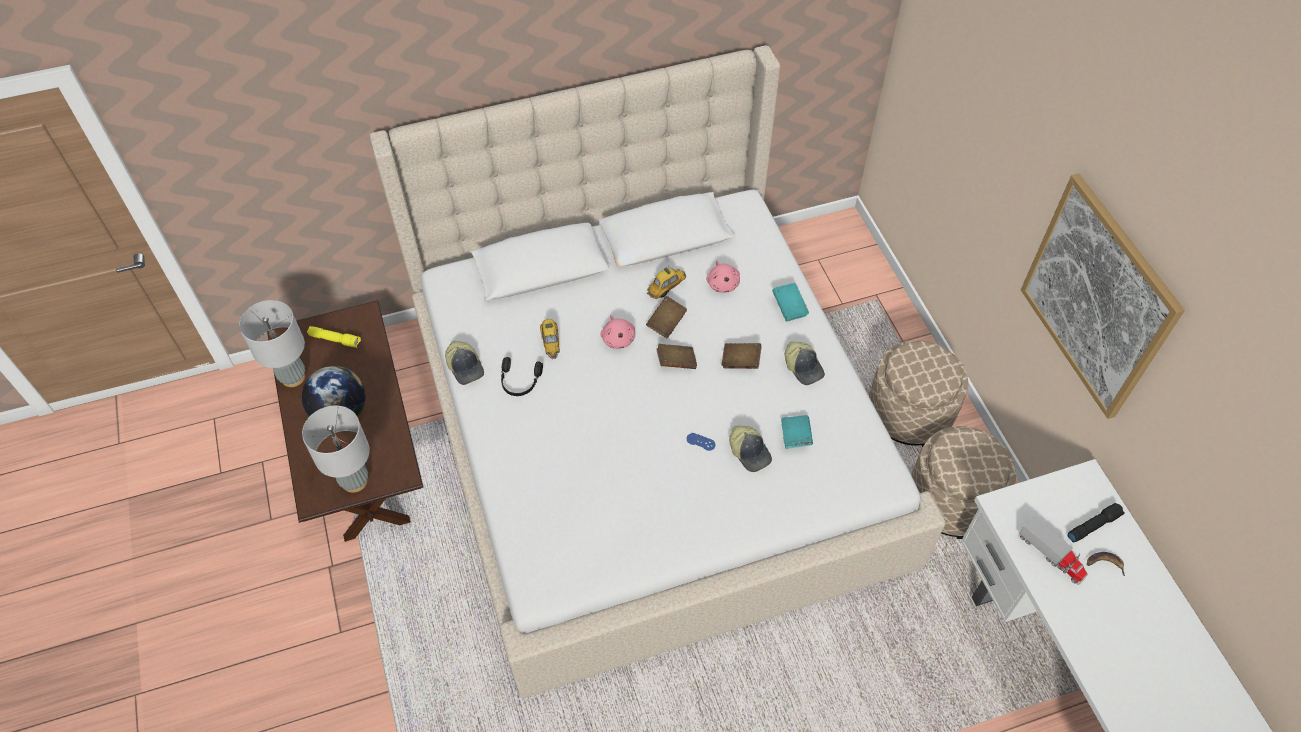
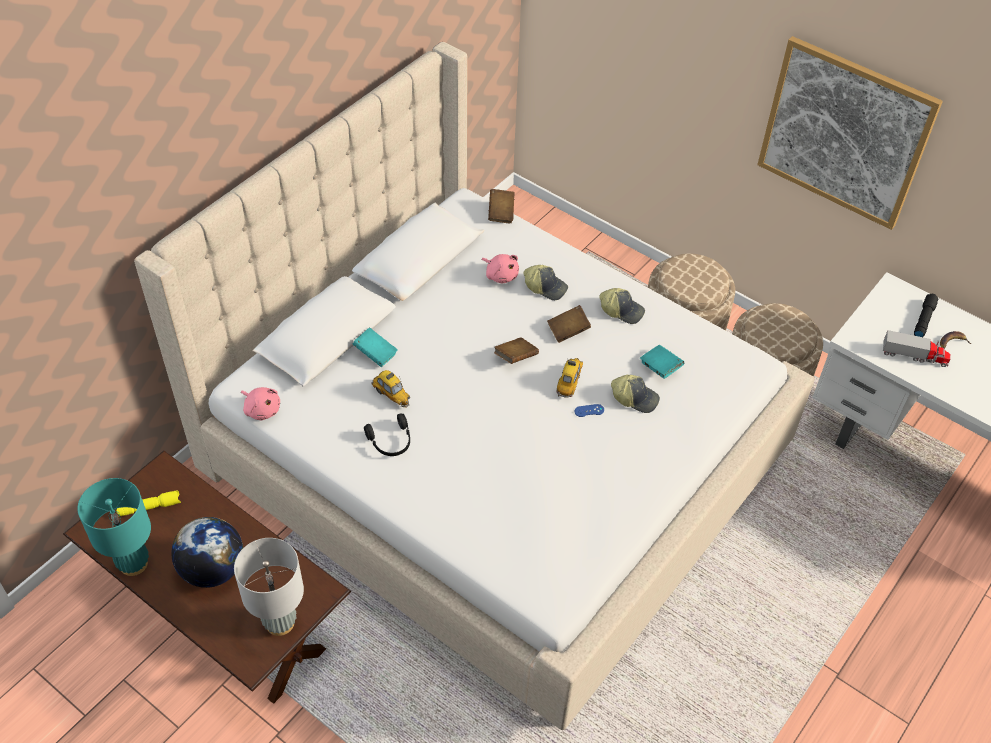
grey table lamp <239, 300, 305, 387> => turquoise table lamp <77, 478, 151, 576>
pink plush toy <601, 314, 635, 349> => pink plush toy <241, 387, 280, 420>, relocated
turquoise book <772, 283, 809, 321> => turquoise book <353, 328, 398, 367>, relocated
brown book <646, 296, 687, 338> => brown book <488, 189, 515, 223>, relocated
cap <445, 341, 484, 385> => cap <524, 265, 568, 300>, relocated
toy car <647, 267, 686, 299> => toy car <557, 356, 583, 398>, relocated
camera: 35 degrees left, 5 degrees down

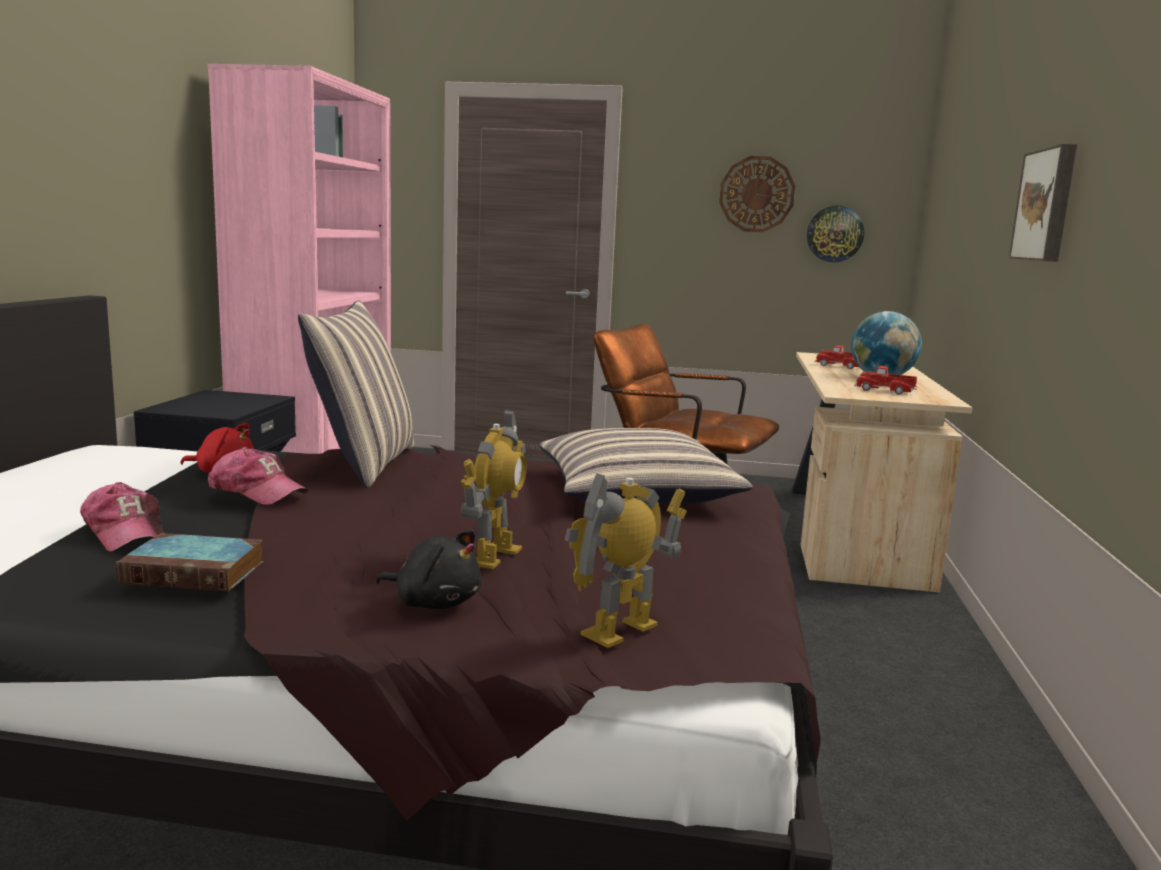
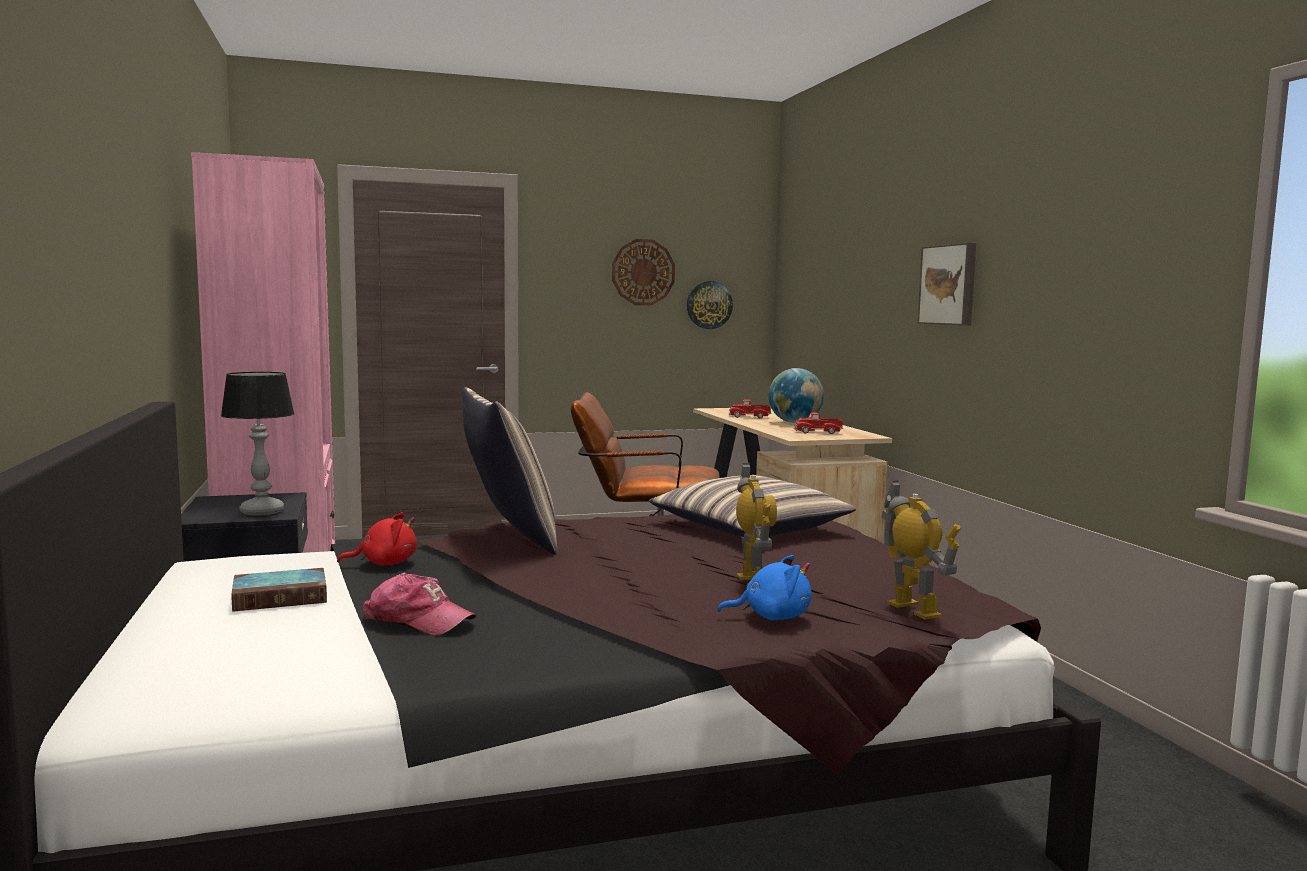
nothing => table lamp <221, 372, 295, 516>
book <116, 533, 263, 592> => book <231, 568, 327, 612>, relocated
black plush toy <375, 530, 482, 609> => blue plush toy <717, 555, 812, 620>
toy robot <565, 473, 687, 648> => toy robot <882, 480, 961, 620>, 135 degrees clockwise
cap <208, 447, 308, 505> => nothing
camera: 25 degrees left, 5 degrees down

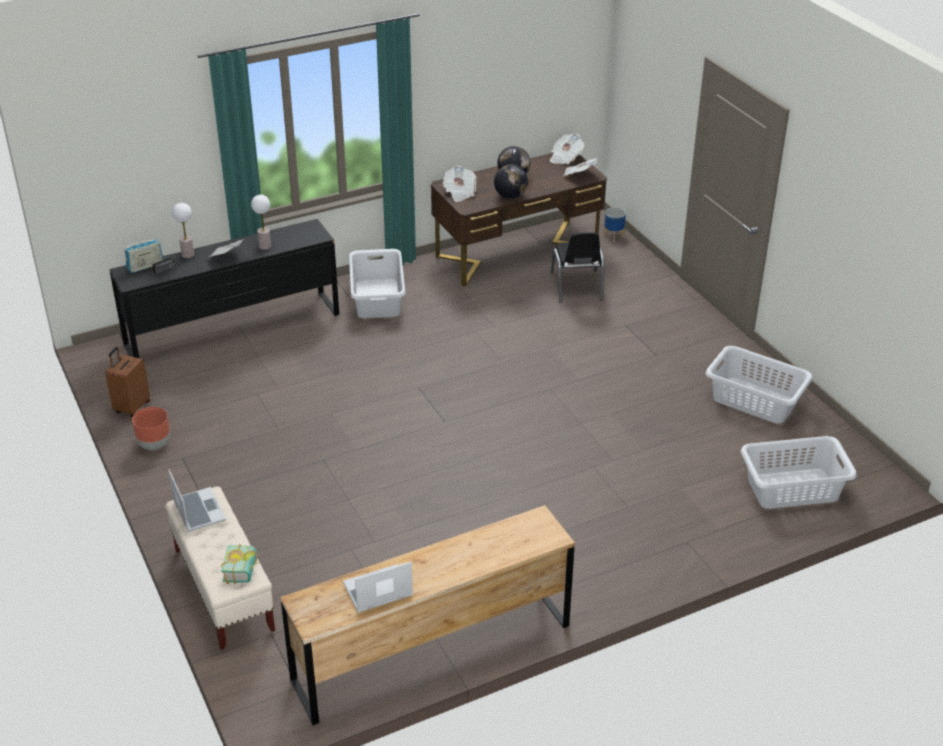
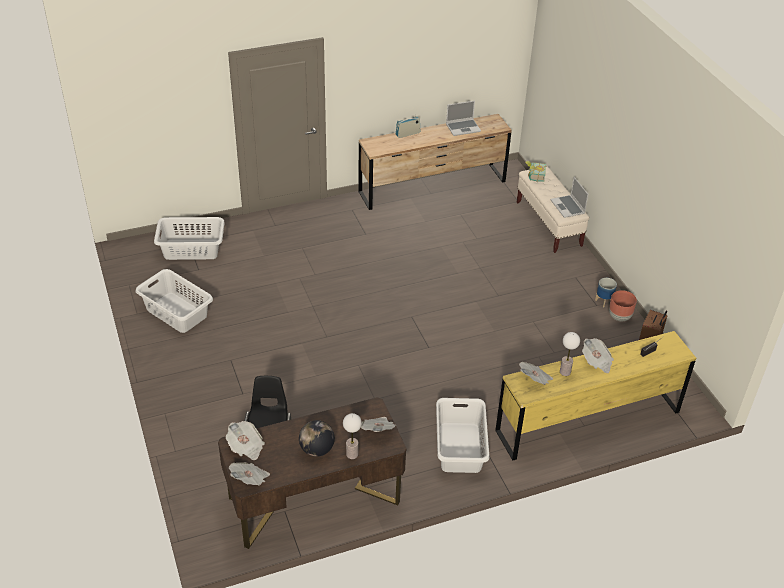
table lamp <172, 203, 194, 258> => table lamp <343, 413, 362, 459>, relocated
radio <125, 240, 164, 273> => radio <396, 114, 420, 138>, relocated
black dresser <109, 219, 339, 358> => yellow dresser <495, 331, 696, 461>
nothing => newspaper <519, 362, 553, 385>
planter <604, 207, 626, 242> => planter <595, 278, 617, 307>, relocated
globe <494, 164, 528, 199> => nothing
camera: 175 degrees left, 5 degrees up

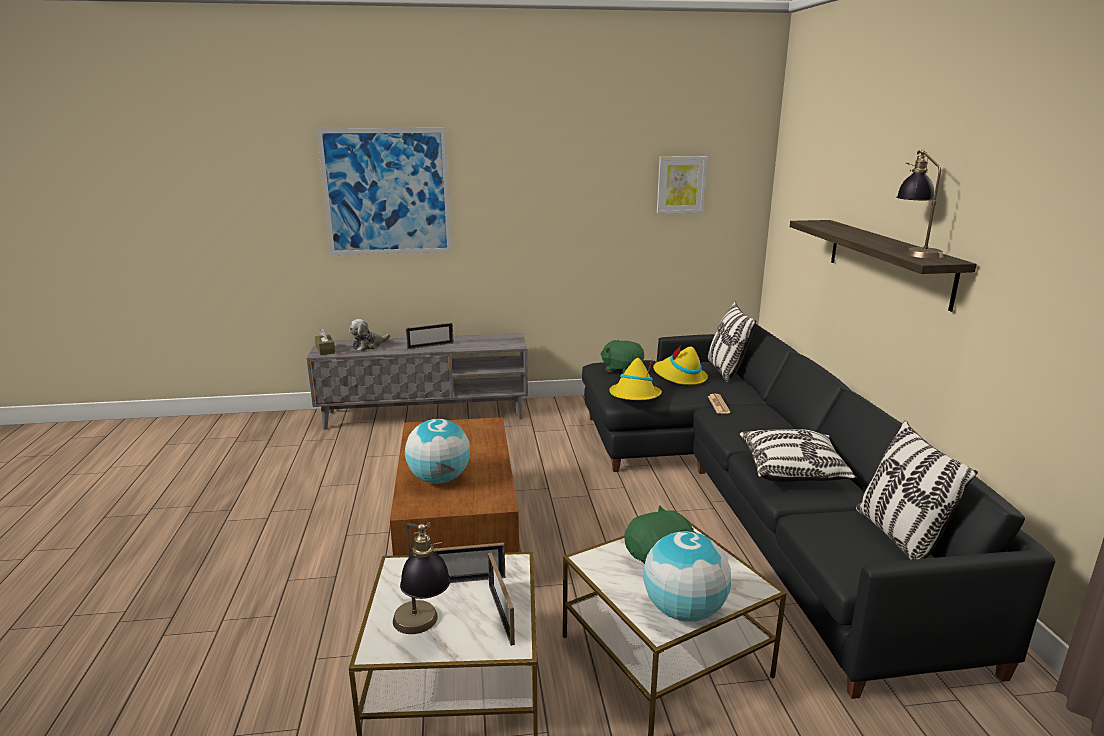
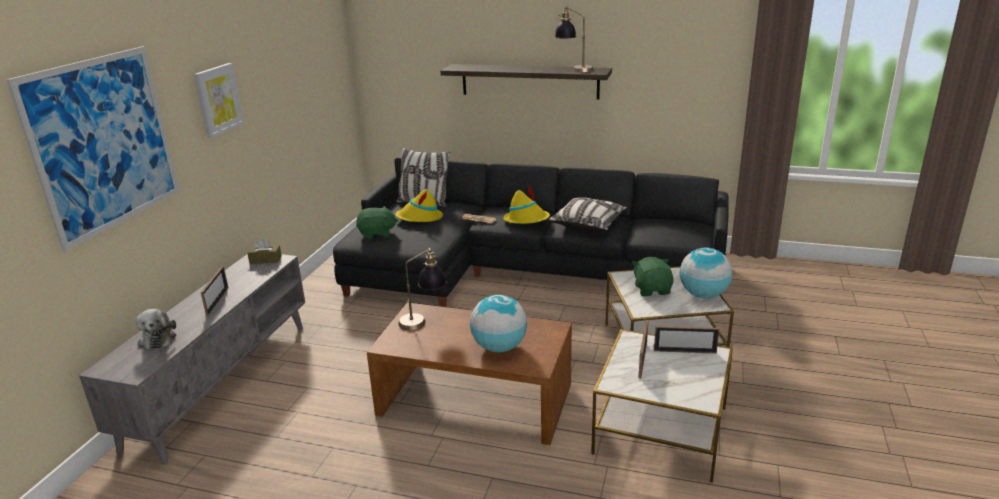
picture <657, 156, 707, 214> => picture <194, 63, 244, 138>, relocated
brown tissue box <315, 328, 335, 355> => brown tissue box <247, 238, 282, 264>, relocated
green plush toy <600, 339, 644, 374> => green plush toy <356, 206, 398, 239>, 150 degrees counterclockwise
table lamp <393, 522, 451, 634> => table lamp <398, 248, 447, 330>, relocated
yellow hat <610, 357, 662, 400> => yellow hat <503, 185, 550, 224>, relocated
pillow <856, 421, 978, 560> => nothing
camera: 65 degrees left, 5 degrees up

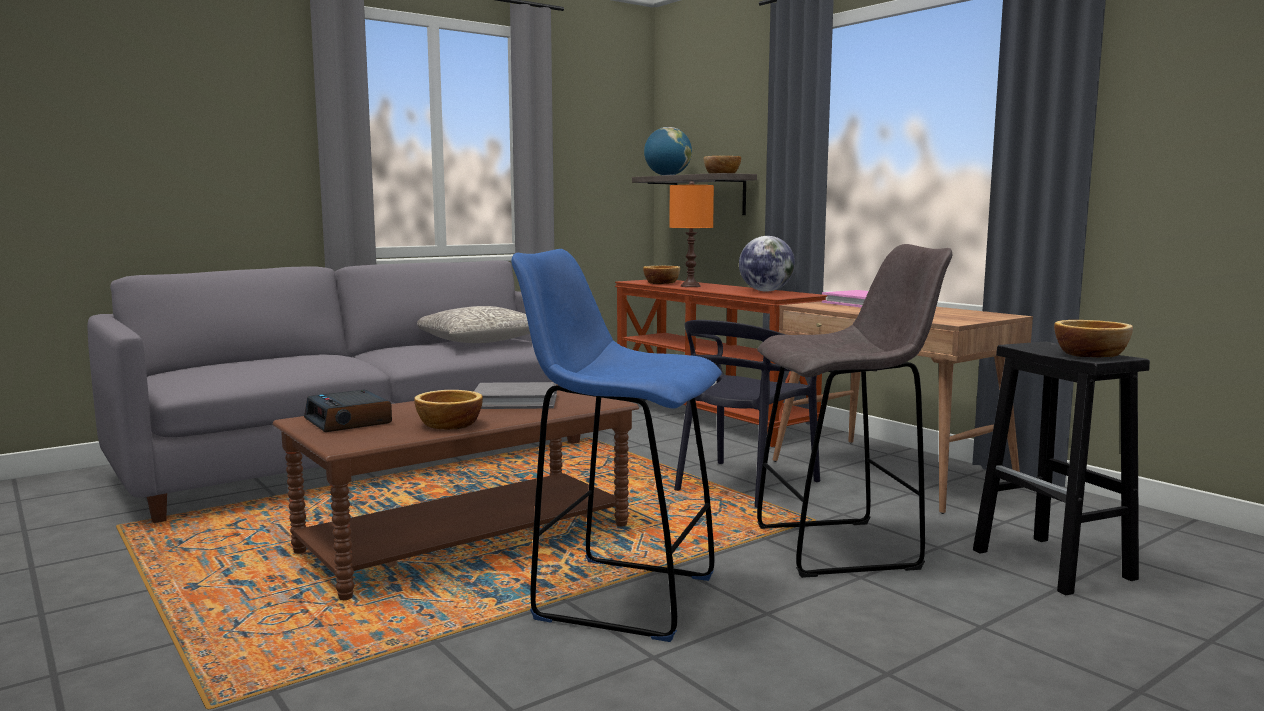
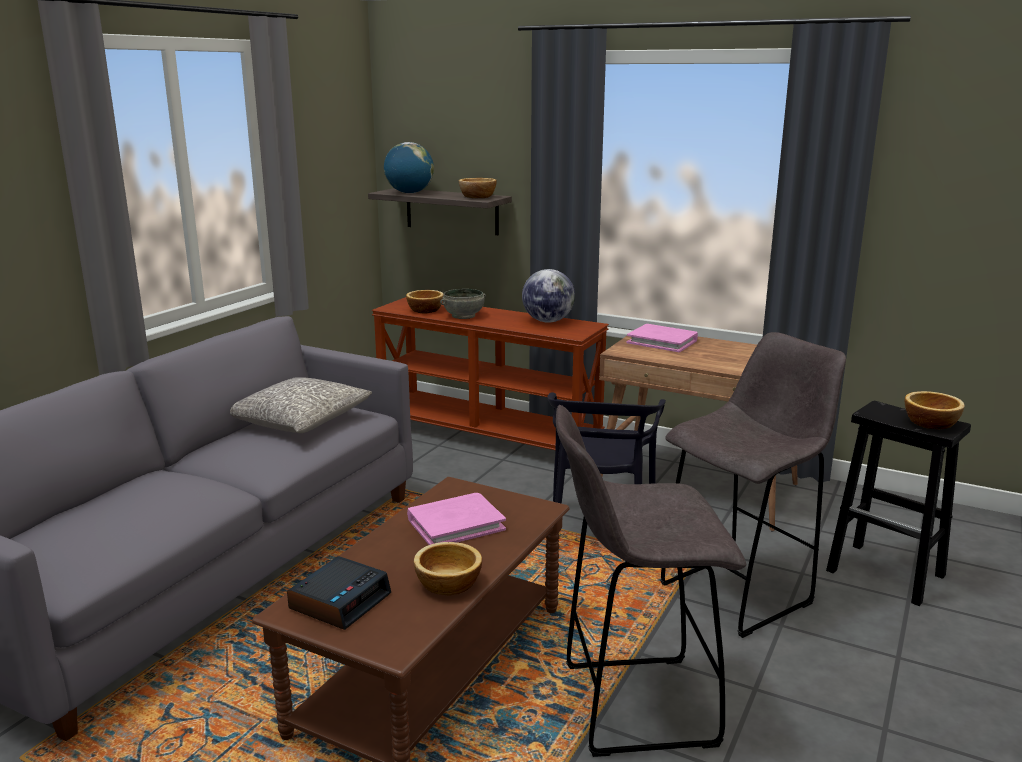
alarm clock <304, 390, 392, 432> => alarm clock <287, 556, 391, 630>, 90 degrees counterclockwise
grey book <474, 382, 557, 409> => pink book <407, 493, 506, 545>
orange table lamp <669, 181, 714, 287> => grey bowl <440, 289, 486, 319>
blue stool <511, 249, 722, 642> => grey stool <556, 405, 746, 757>
camera: 25 degrees left, 10 degrees up

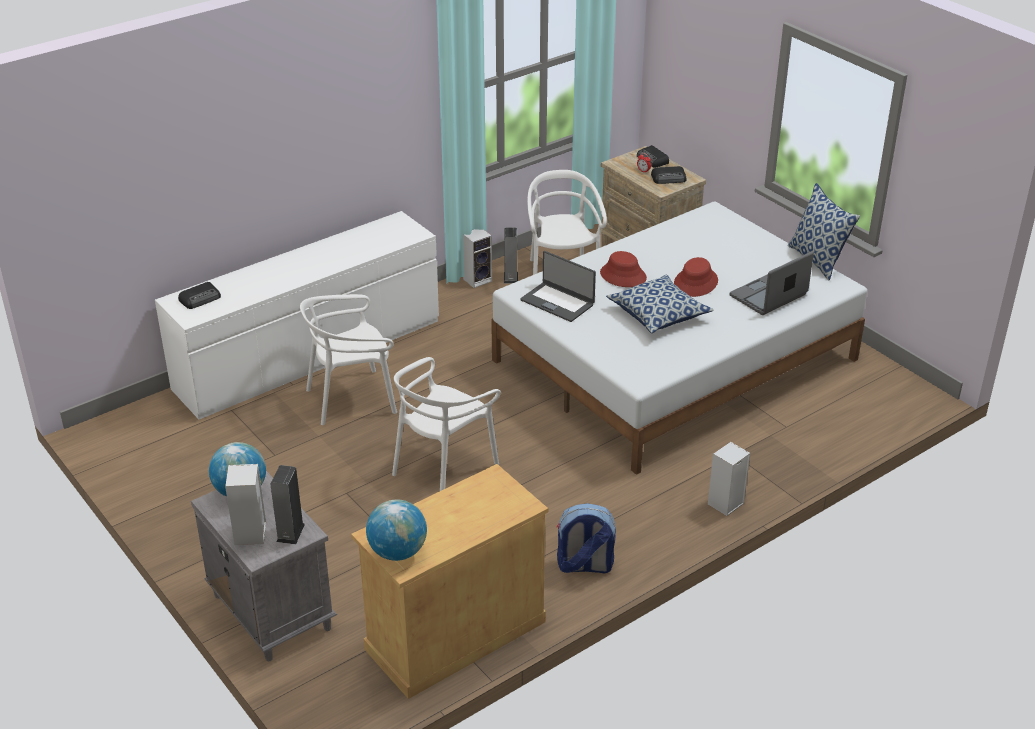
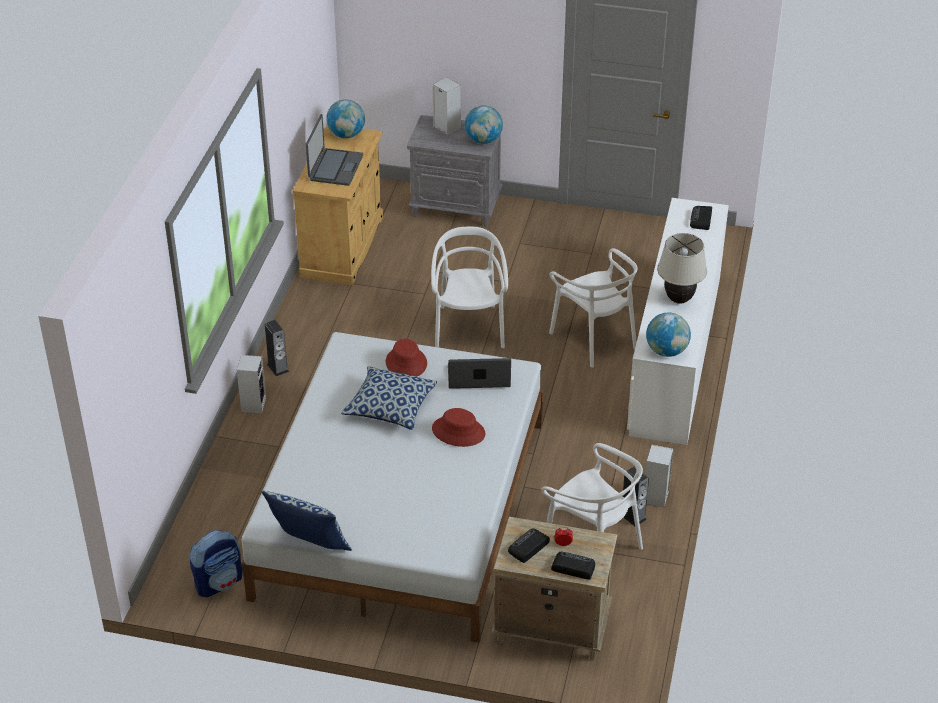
backpack <557, 503, 616, 573> => backpack <190, 530, 243, 597>, relocated
speaker <270, 465, 305, 544> => speaker <265, 320, 289, 376>, relocated
laptop <730, 251, 814, 315> => laptop <306, 114, 363, 186>, relocated
red hat <674, 257, 718, 297> => red hat <386, 338, 427, 377>, relocated
white chair <300, 294, 397, 425> => white chair <549, 248, 638, 368>, 120 degrees clockwise
nothing => globe <646, 313, 691, 357>
nothing => beige table lamp <657, 233, 707, 304>
camera: 140 degrees right, 5 degrees up

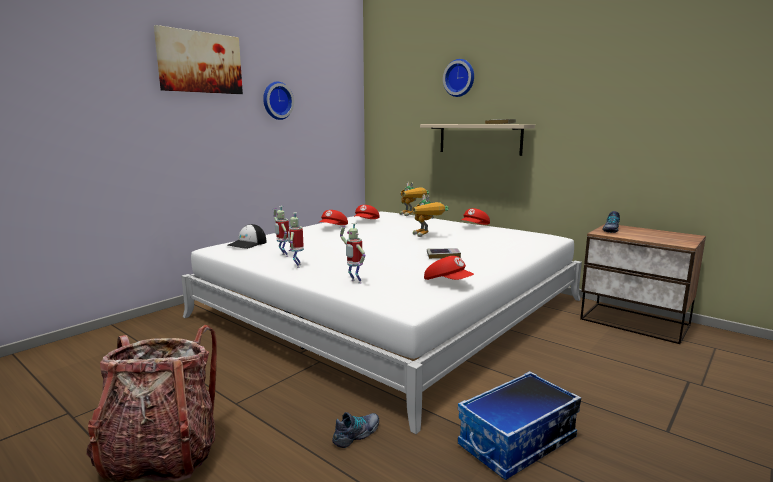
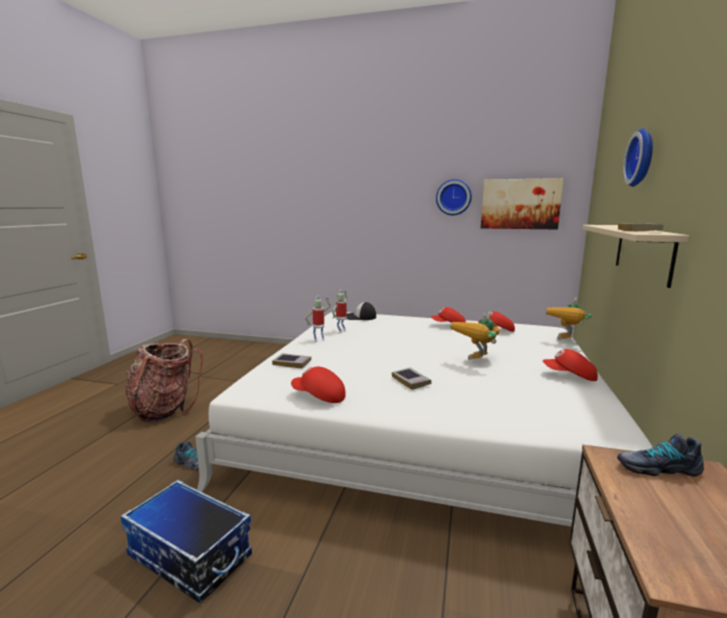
toy robot <340, 223, 366, 284> => book <272, 353, 311, 368>
red cap <424, 256, 474, 280> => red cap <291, 367, 346, 403>, 90 degrees clockwise
picture <154, 25, 243, 94> => picture <481, 178, 564, 230>, relocated
camera: 65 degrees right, 0 degrees up

